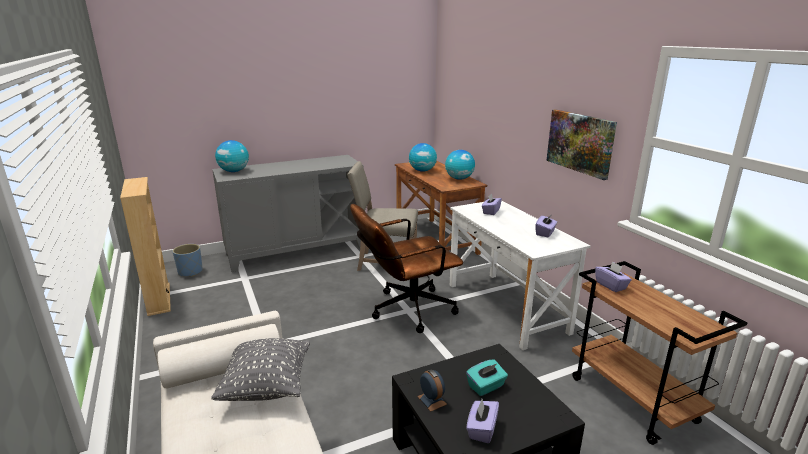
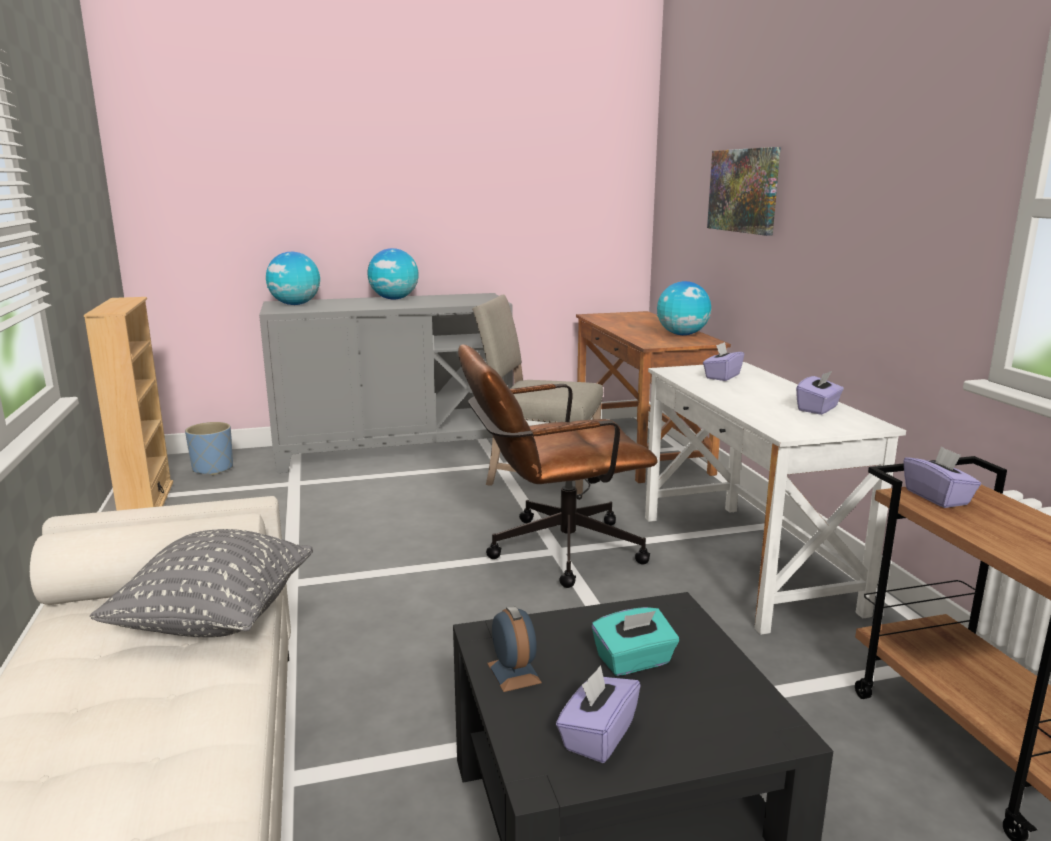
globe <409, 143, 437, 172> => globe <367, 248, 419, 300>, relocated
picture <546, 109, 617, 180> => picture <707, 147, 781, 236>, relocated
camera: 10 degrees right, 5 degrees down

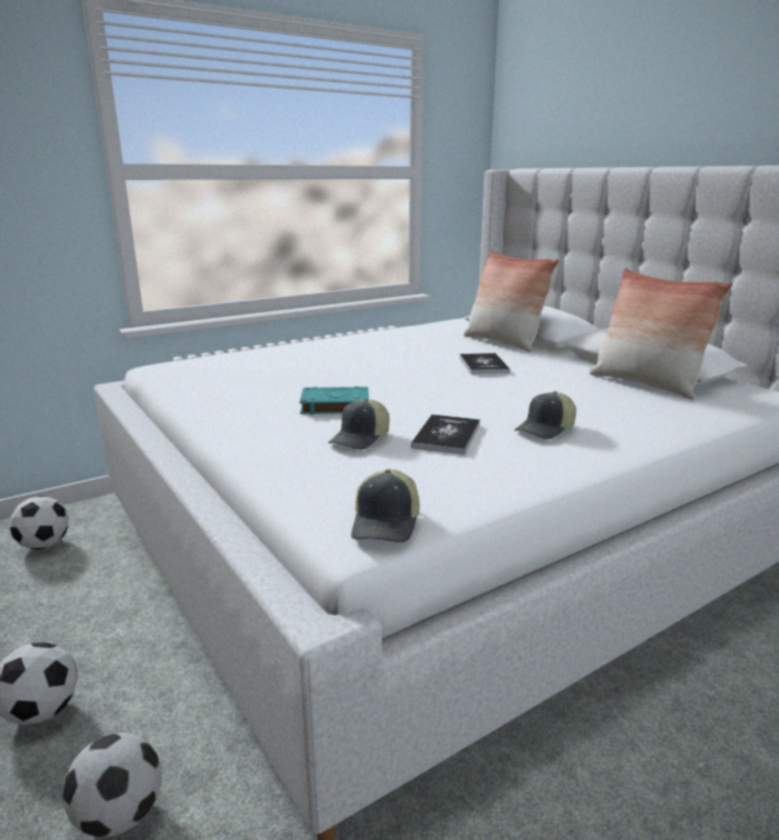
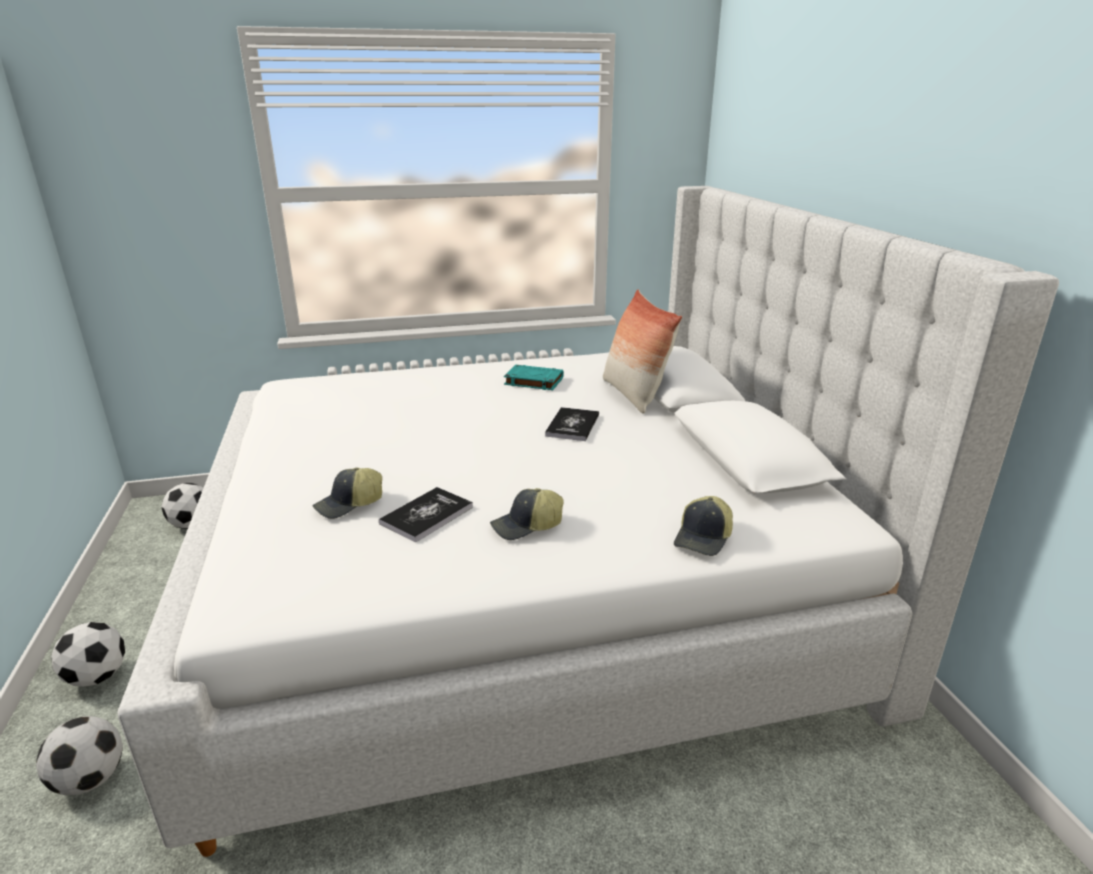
turquoise book <299, 386, 369, 414> => turquoise book <504, 365, 564, 390>, relocated
cap <351, 469, 420, 543> => cap <674, 496, 733, 556>, relocated
pillow <589, 268, 733, 399> => nothing
camera: 20 degrees right, 5 degrees up

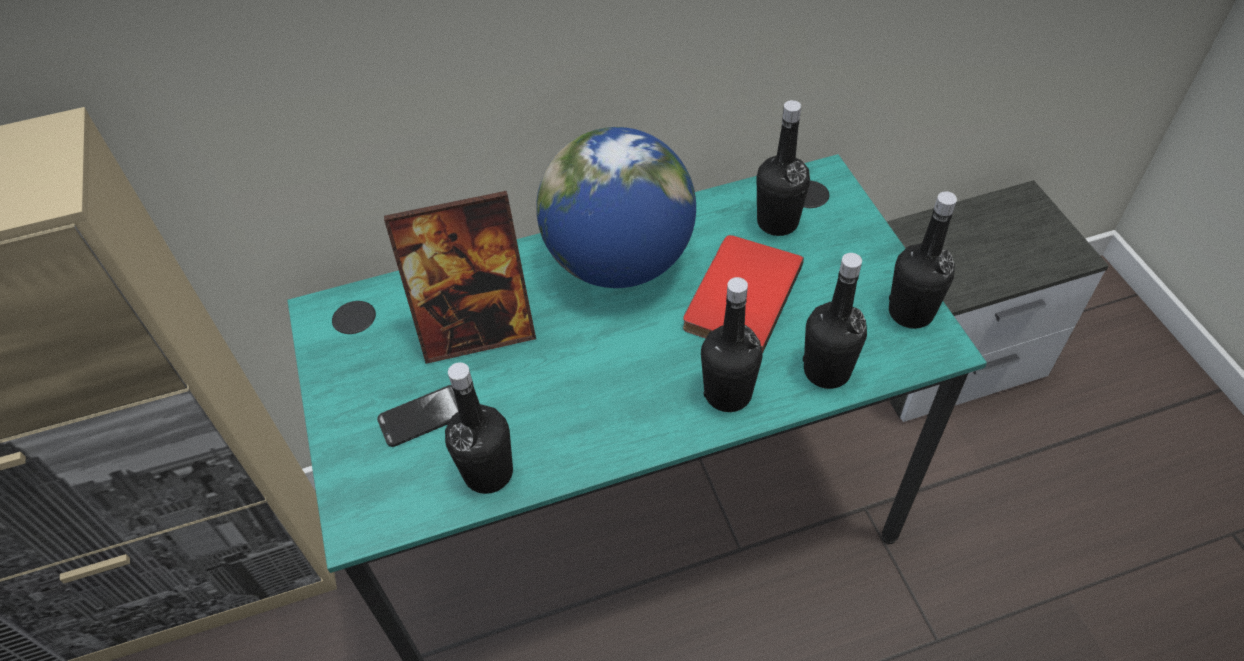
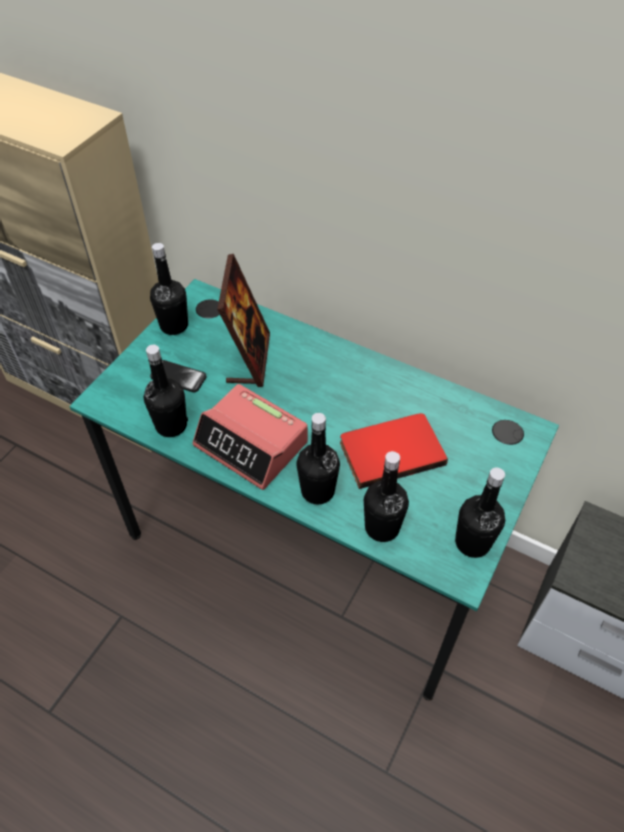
black bottle <757, 100, 810, 236> => black bottle <150, 243, 188, 335>, relocated
nothing => alarm clock <192, 384, 308, 490>
picture frame <384, 191, 536, 364> => picture frame <217, 254, 270, 387>, 120 degrees counterclockwise
globe <536, 127, 696, 288> => nothing
camera: 45 degrees right, 0 degrees up

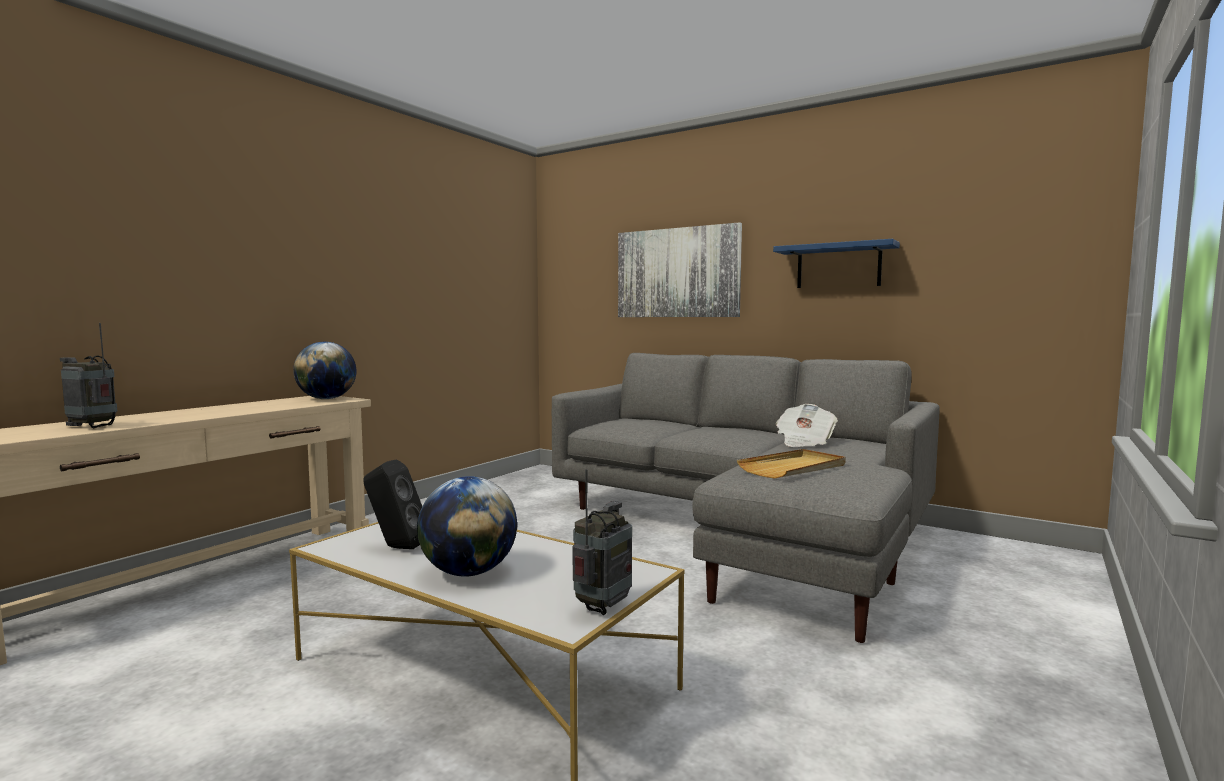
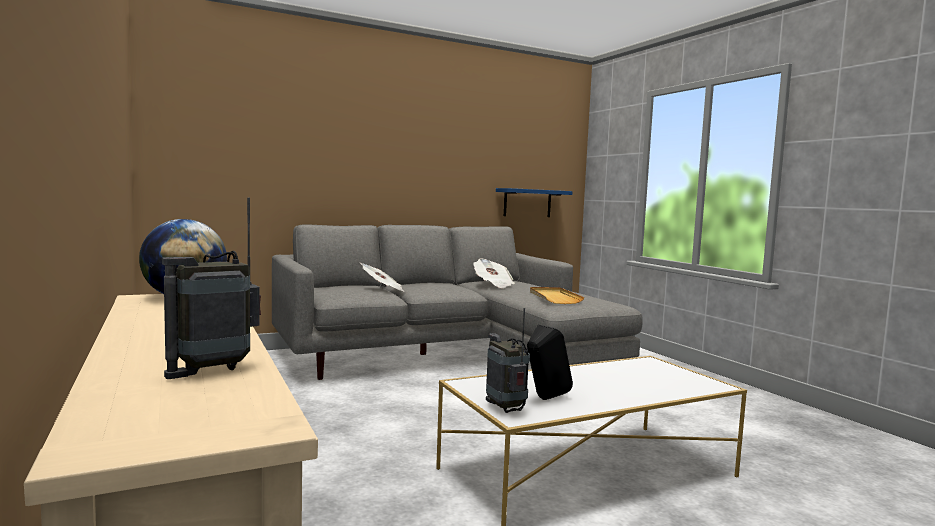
nothing => newspaper <360, 263, 404, 292>
radio <572, 469, 632, 615> => radio <486, 308, 530, 413>, relocated
blue shelf <773, 239, 900, 288> => blue shelf <496, 188, 573, 217>, relocated
globe <417, 476, 517, 577> => nothing
picture <618, 222, 742, 317> => nothing
camera: 60 degrees left, 0 degrees up

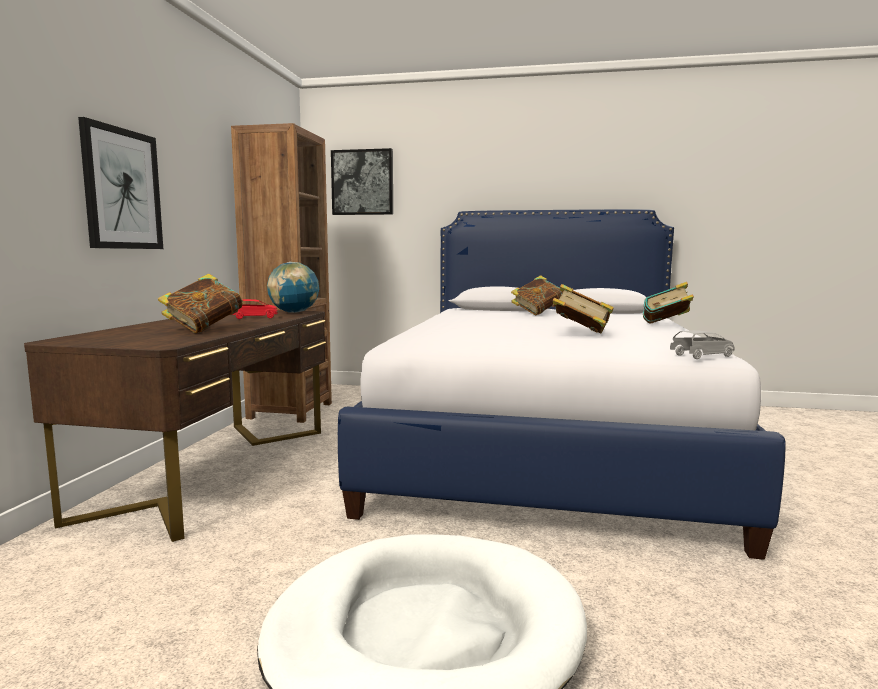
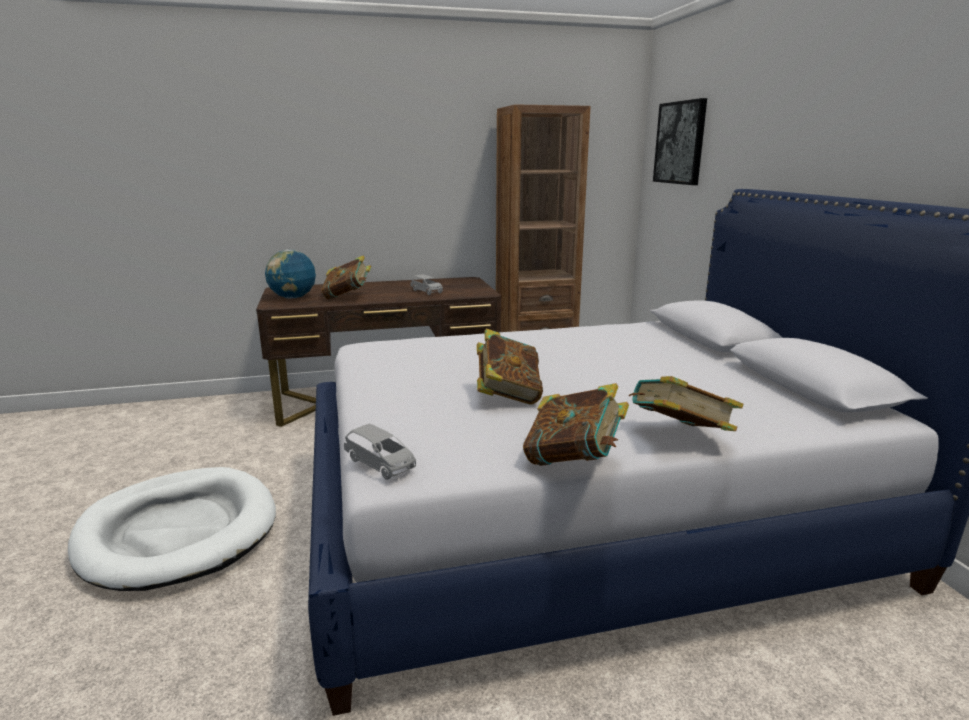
globe <267, 262, 319, 313> => globe <265, 250, 316, 298>, relocated
red toy car <232, 299, 278, 319> => grey toy car <410, 274, 443, 295>
book <511, 275, 563, 315> => book <523, 383, 629, 466>, relocated
picture <78, 117, 163, 249> => nothing
camera: 65 degrees right, 10 degrees up

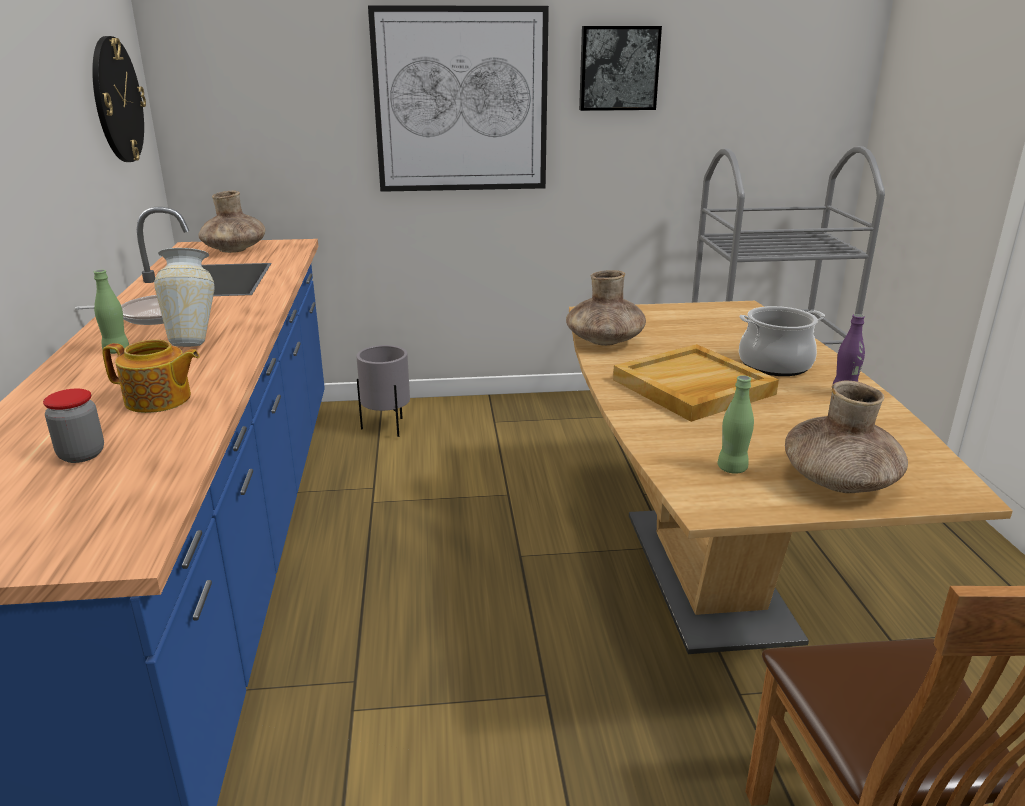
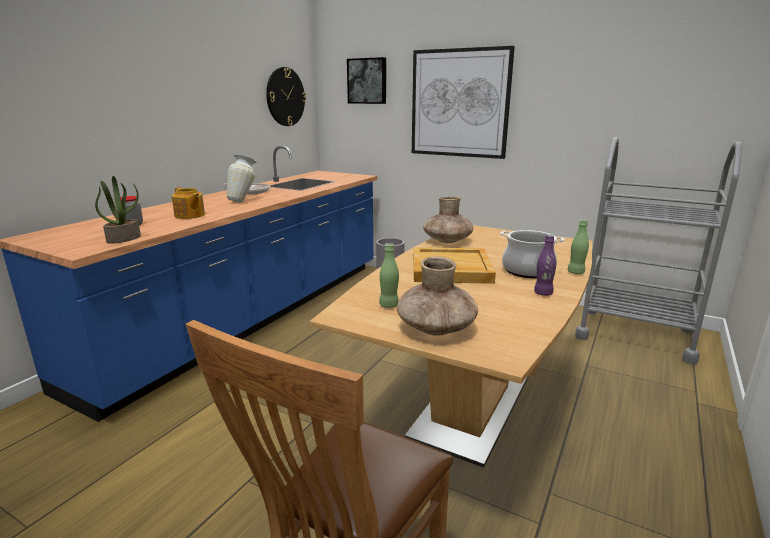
nothing => potted plant <95, 176, 141, 244>
picture <579, 26, 662, 111> => picture <347, 57, 386, 104>, relocated
green bottle <93, 270, 129, 354> => green bottle <568, 219, 589, 274>, relocated
brown vase <198, 191, 265, 253> => nothing
camera: 35 degrees right, 5 degrees down

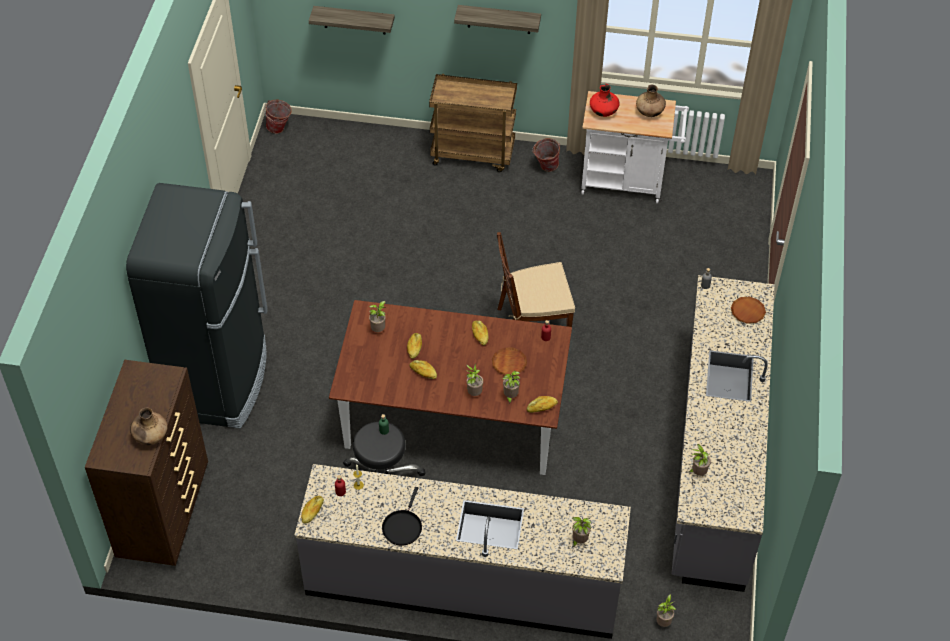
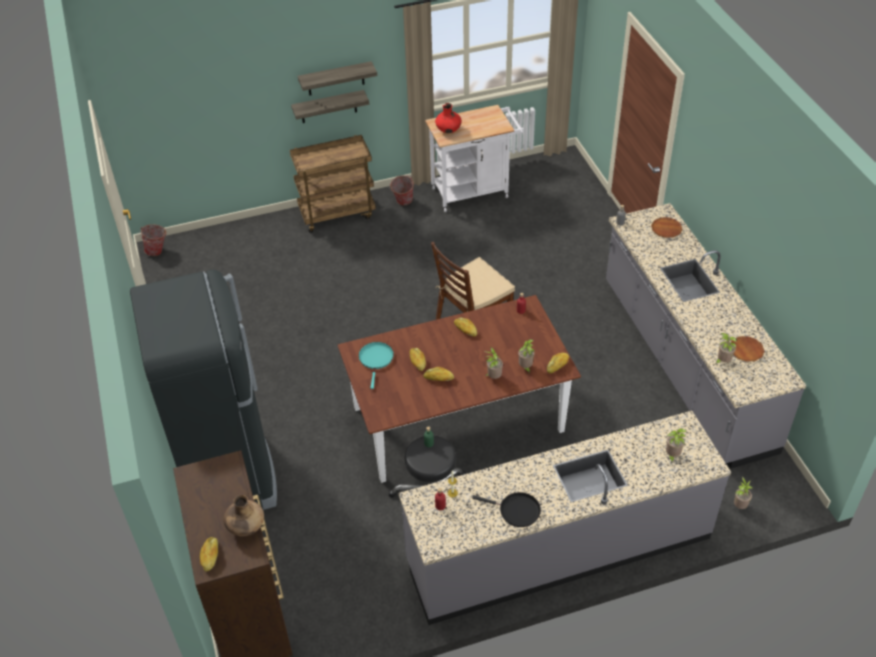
bread <301, 496, 324, 523> => bread <200, 537, 218, 572>, relocated
shelf <309, 6, 395, 34> => shelf <291, 90, 369, 123>, relocated
potted plant <369, 301, 386, 332> => turquoise frying pan <359, 342, 394, 389>
black frying pan <382, 487, 422, 546> => black frying pan <472, 492, 541, 527>, 60 degrees counterclockwise
brown plate <492, 347, 527, 375> => brown plate <731, 336, 765, 362>, relocated
brown vase <636, 85, 666, 117> => nothing
camera: 25 degrees left, 5 degrees down

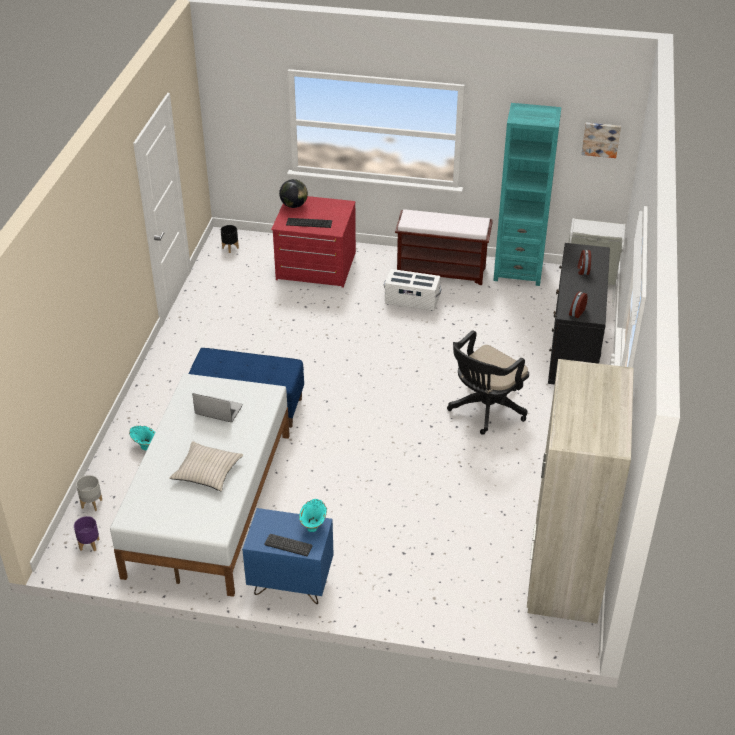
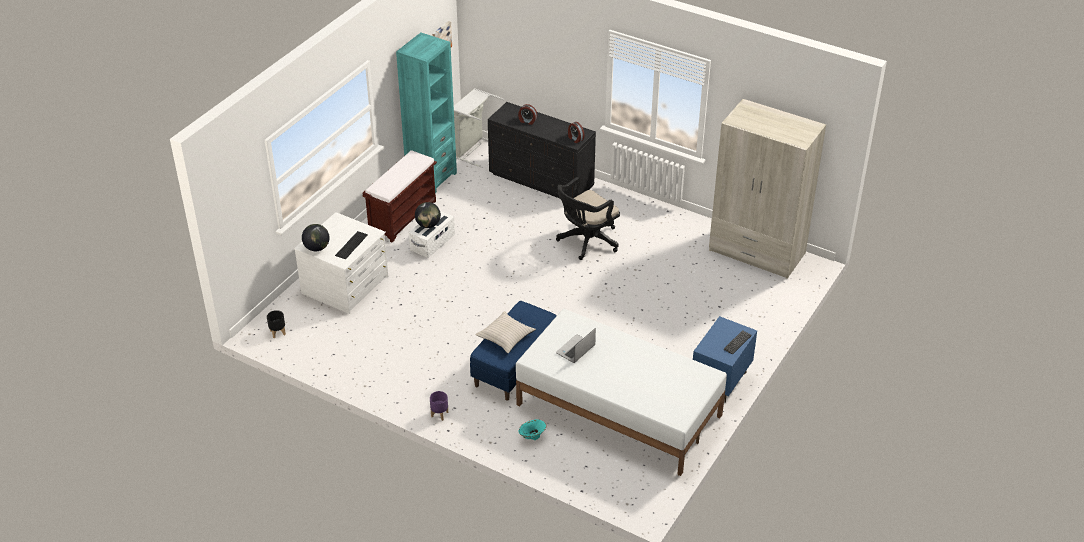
red dresser <271, 196, 356, 288> => white dresser <294, 212, 388, 314>
nothing => globe <415, 202, 441, 228>
purple planter <74, 516, 100, 551> => purple planter <430, 391, 448, 421>, relocated
beige pillow <169, 441, 243, 491> => beige pillow <475, 311, 536, 353>, relocated
black office chair <447, 330, 529, 435> => black office chair <556, 177, 620, 260>, 75 degrees clockwise
grey planter <76, 475, 102, 511> => nothing
turquoise vase <299, 499, 327, 532> => nothing
camera: 70 degrees left, 0 degrees up

